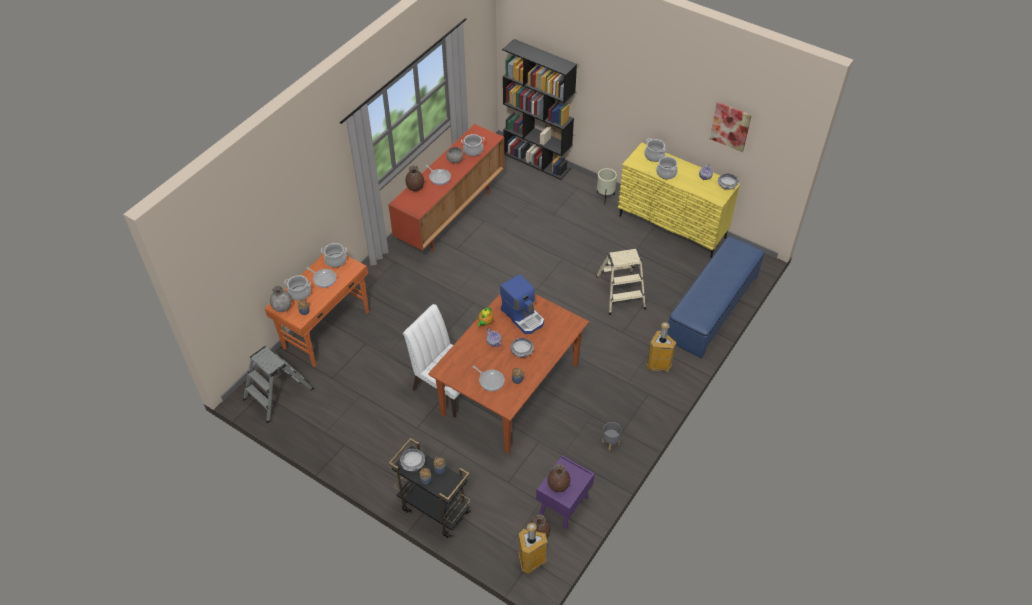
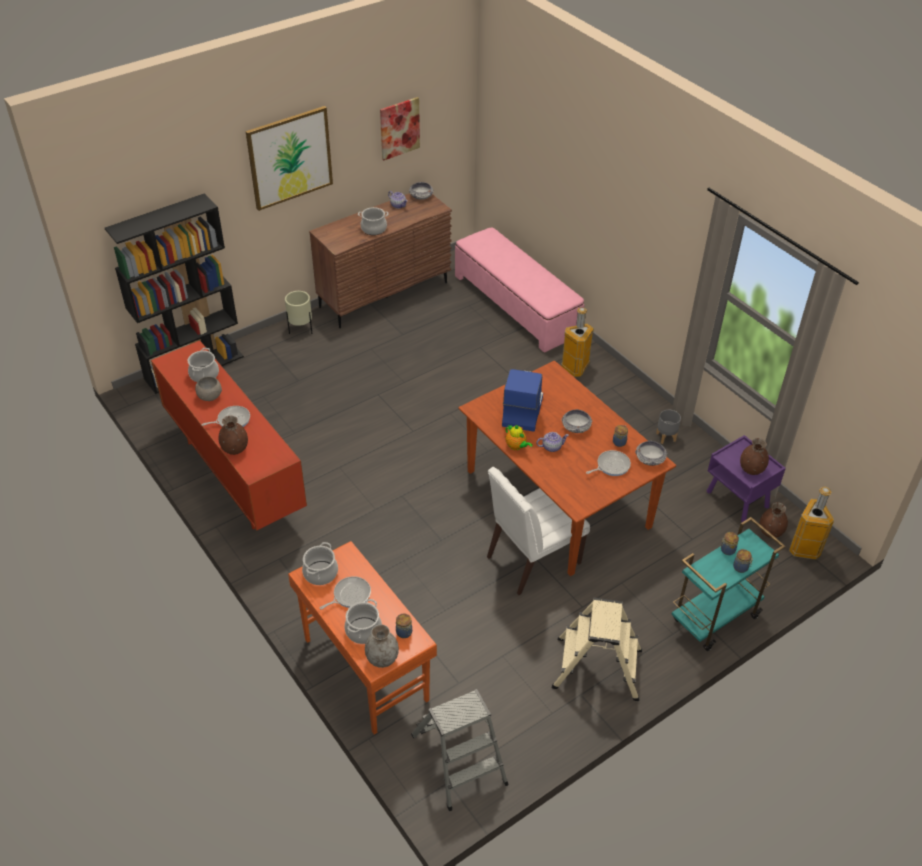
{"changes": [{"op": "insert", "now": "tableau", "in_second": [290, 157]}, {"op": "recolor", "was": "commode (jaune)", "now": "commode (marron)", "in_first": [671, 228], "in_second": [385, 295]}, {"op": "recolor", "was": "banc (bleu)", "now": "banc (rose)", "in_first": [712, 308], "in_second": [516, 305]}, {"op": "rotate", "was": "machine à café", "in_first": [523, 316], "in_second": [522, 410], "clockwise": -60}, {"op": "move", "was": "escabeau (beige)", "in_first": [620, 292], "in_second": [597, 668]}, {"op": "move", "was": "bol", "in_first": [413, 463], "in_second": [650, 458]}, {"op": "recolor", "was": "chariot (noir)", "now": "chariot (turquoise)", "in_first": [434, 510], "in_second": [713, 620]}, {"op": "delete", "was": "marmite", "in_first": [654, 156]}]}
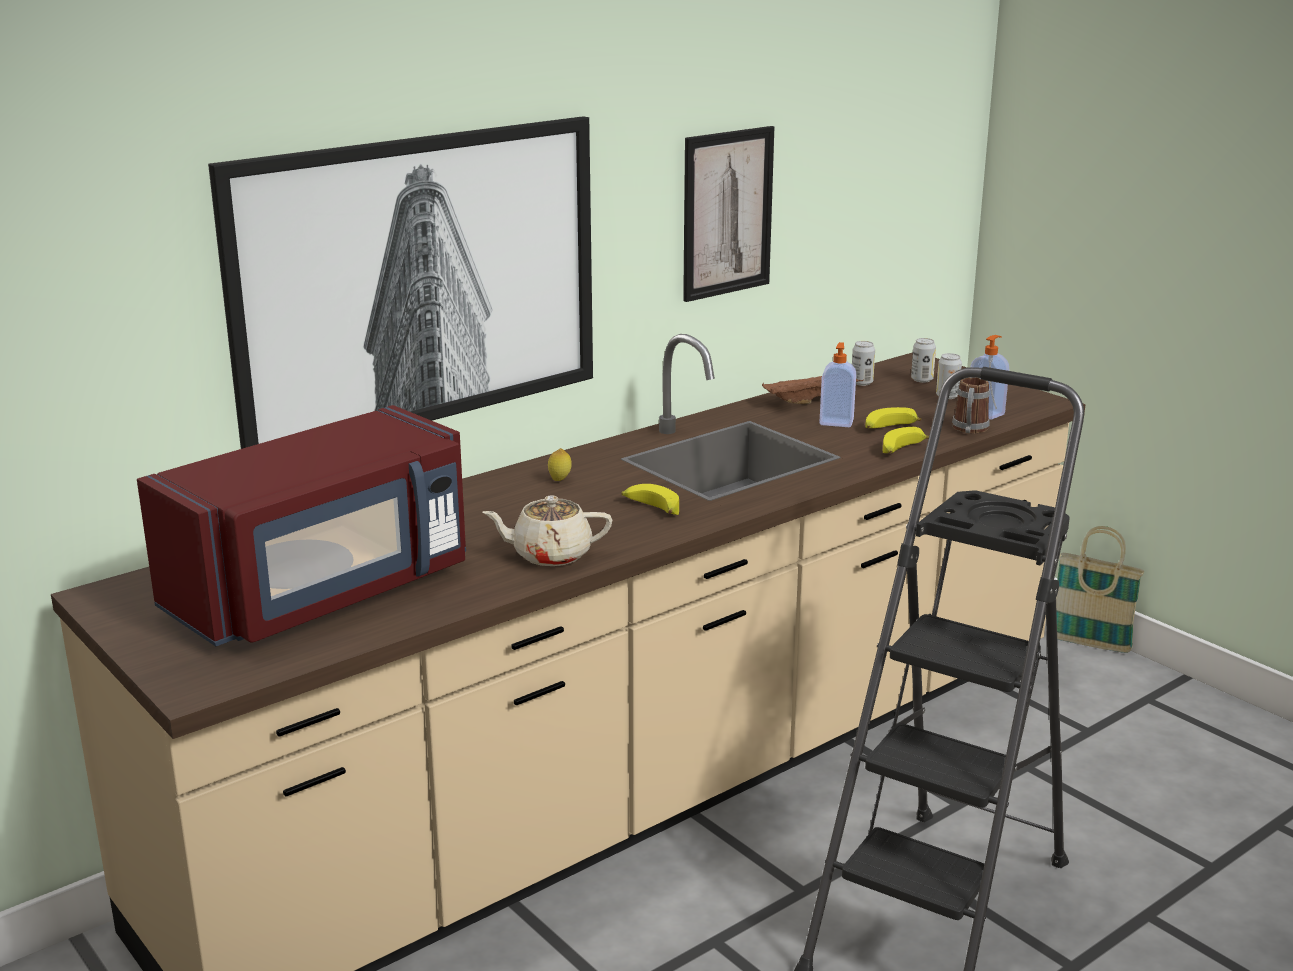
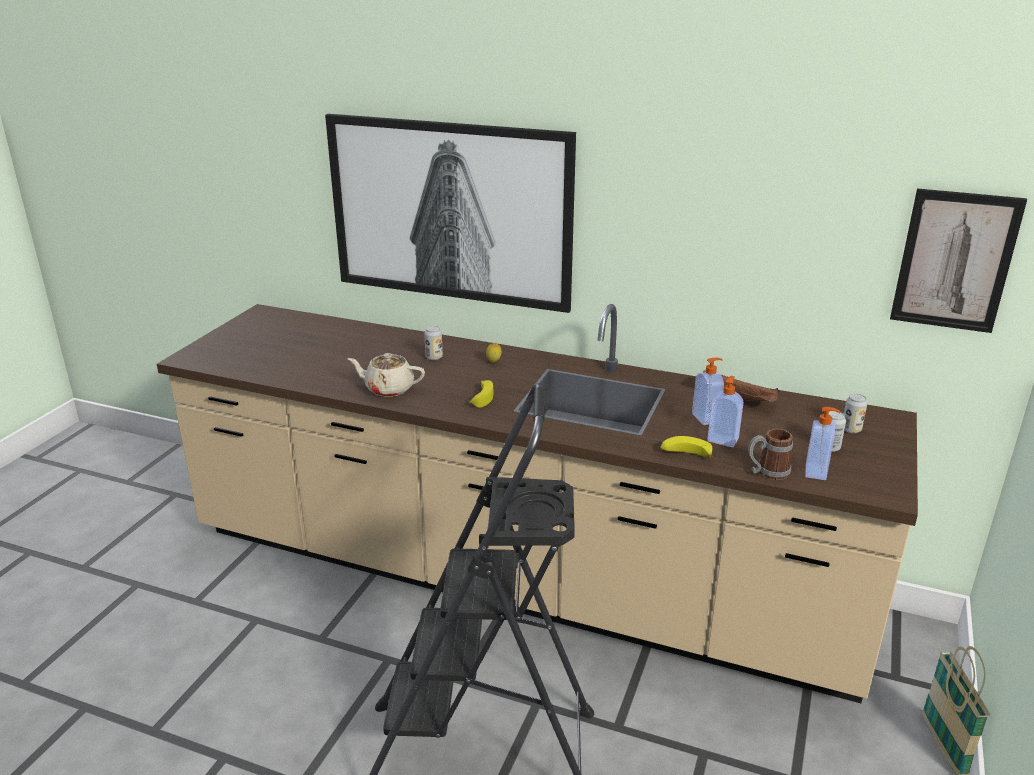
{"changes": [{"op": "rotate", "was": "théière (beige)", "in_first": [550, 555], "in_second": [388, 389], "clockwise": -45}, {"op": "move", "was": "boîte métallique", "in_first": [861, 383], "in_second": [434, 357]}, {"op": "replace", "was": "banane", "now": "distributeur de savon", "in_first": [889, 428], "in_second": [723, 440]}, {"op": "move", "was": "tableau", "in_first": [727, 213], "in_second": [954, 261]}, {"op": "delete", "was": "micro-ondes (rouge)", "in_first": [325, 592]}]}
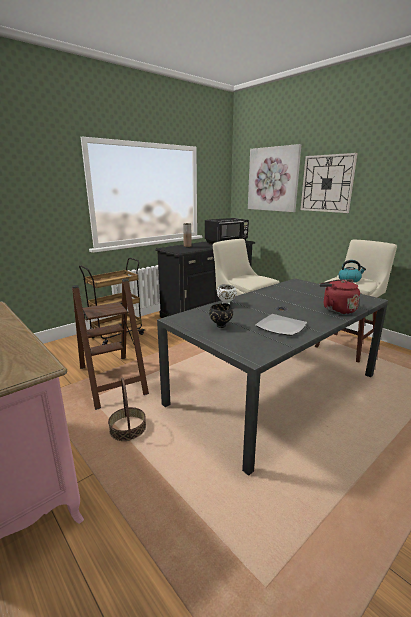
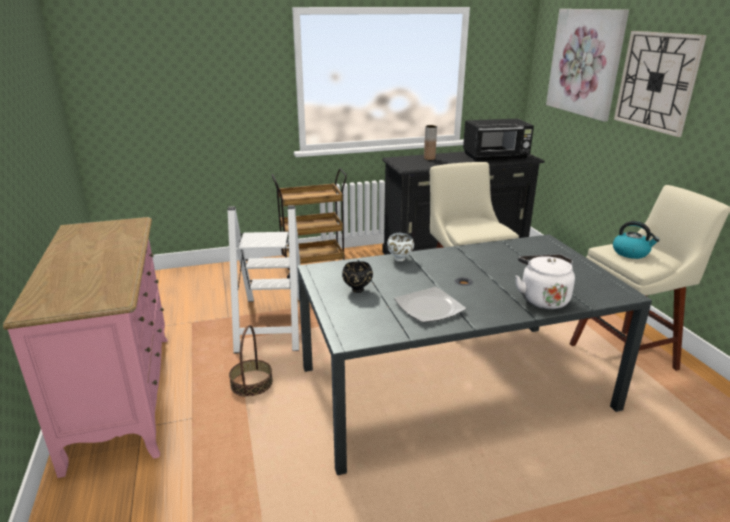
{"changes": [{"op": "recolor", "was": "escabeau (marron)", "now": "escabeau (blanc)", "in_first": [112, 381], "in_second": [271, 324]}, {"op": "recolor", "was": "bouilloire (rouge)", "now": "bouilloire (blanc)", "in_first": [336, 309], "in_second": [542, 299]}]}
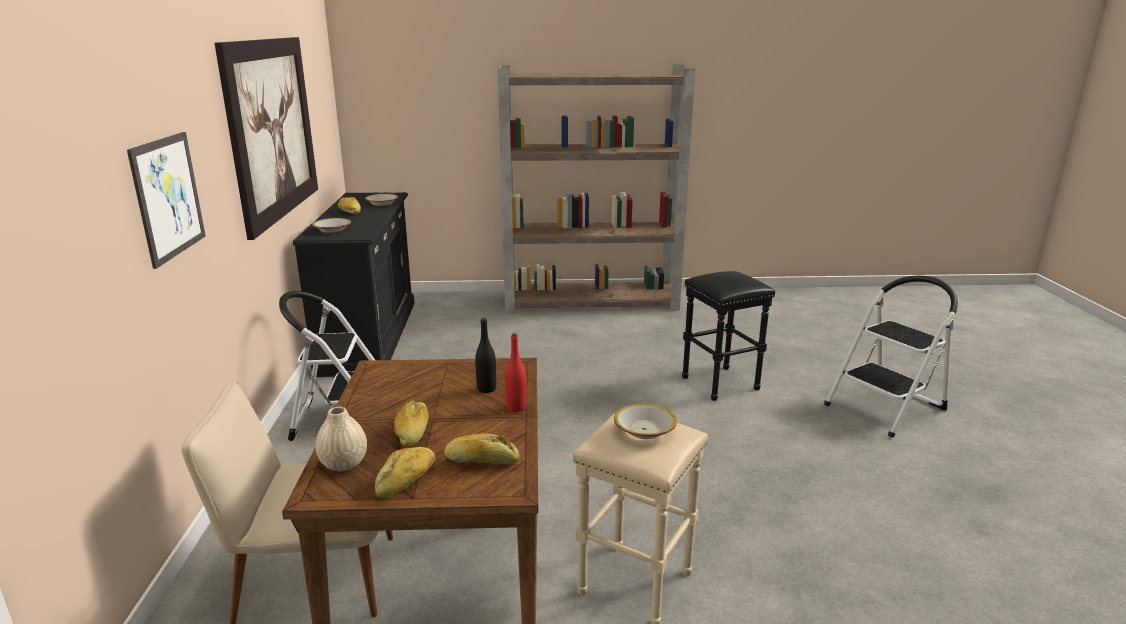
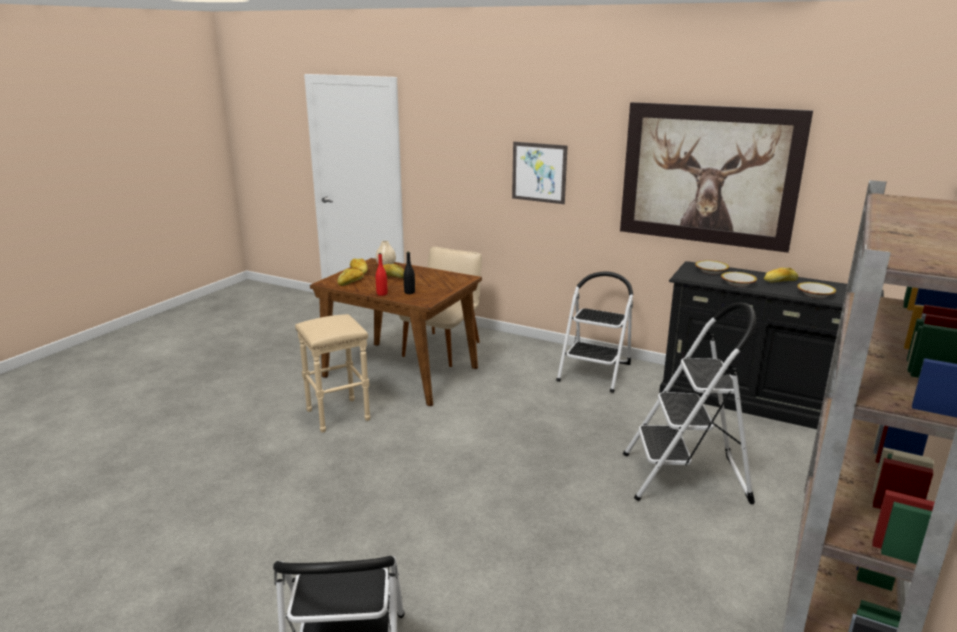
{"changes": [{"op": "insert", "now": "escabeau", "in_second": [689, 479]}, {"op": "move", "was": "bol", "in_first": [644, 430], "in_second": [738, 283]}, {"op": "delete", "was": "tabouret (noir)", "in_first": [720, 382]}]}
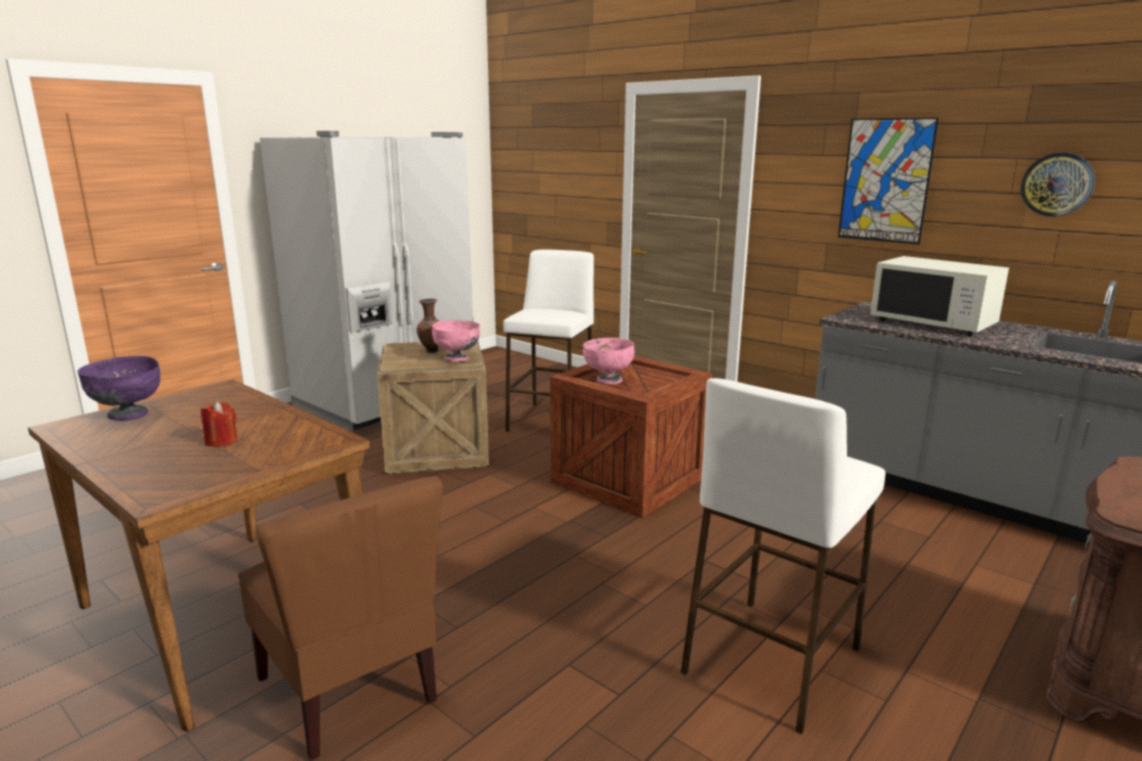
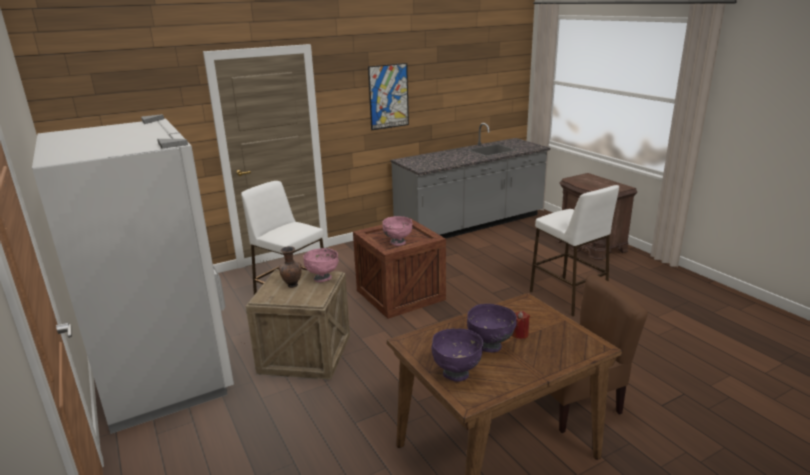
{"changes": [{"op": "insert", "now": "bol (violet)", "in_second": [490, 346]}, {"op": "delete", "was": "micro-ondes (blanc)", "in_first": [933, 323]}, {"op": "delete", "was": "horloge murale", "in_first": [1057, 184]}]}
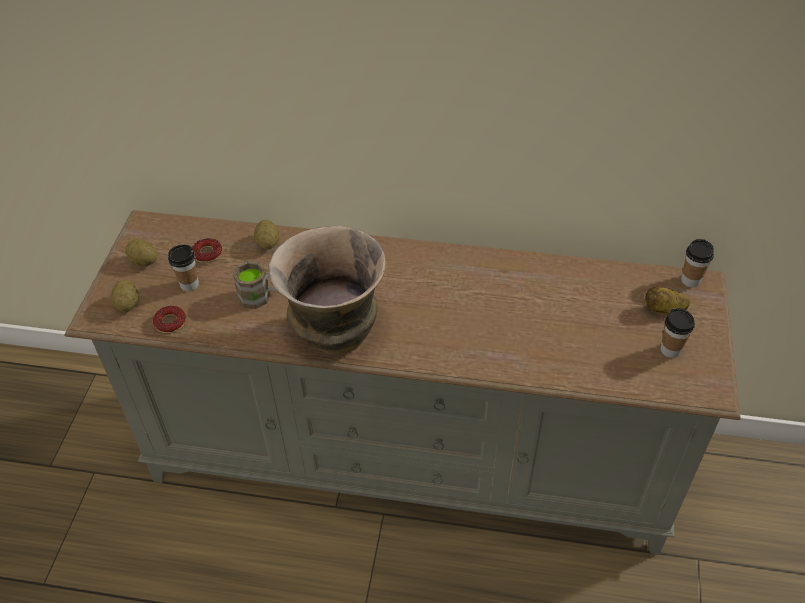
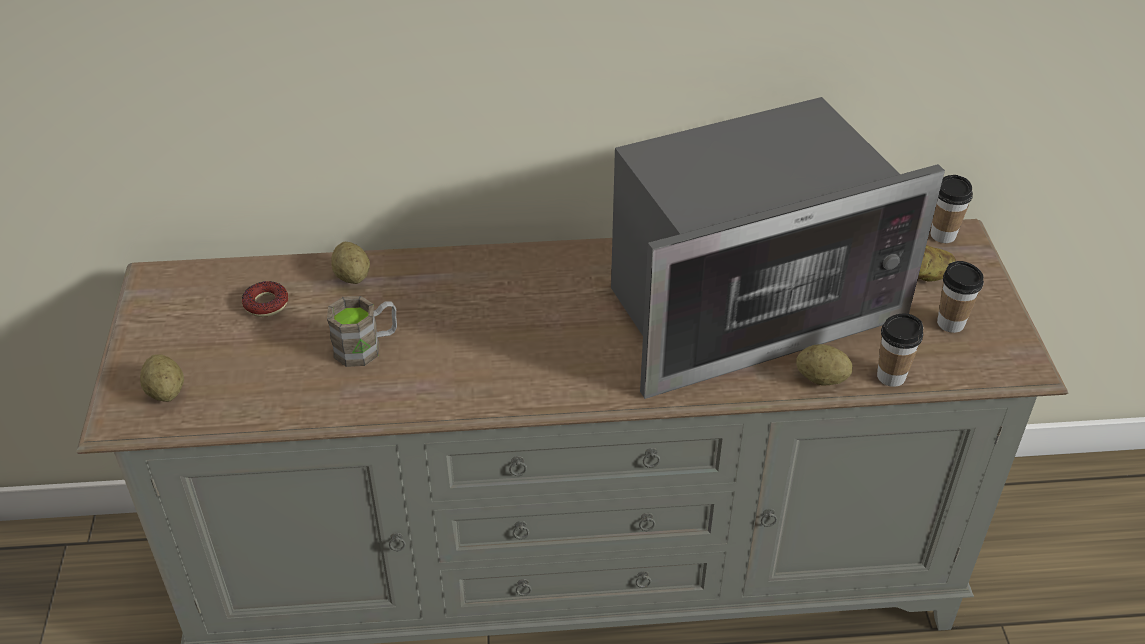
{"changes": [{"op": "insert", "now": "micro-ondes", "in_second": [744, 308]}, {"op": "move", "was": "pomme de terre", "in_first": [144, 261], "in_second": [821, 378]}, {"op": "move", "was": "tasse", "in_first": [189, 284], "in_second": [891, 376]}, {"op": "delete", "was": "beignet", "in_first": [170, 323]}, {"op": "delete", "was": "vase", "in_first": [334, 336]}]}
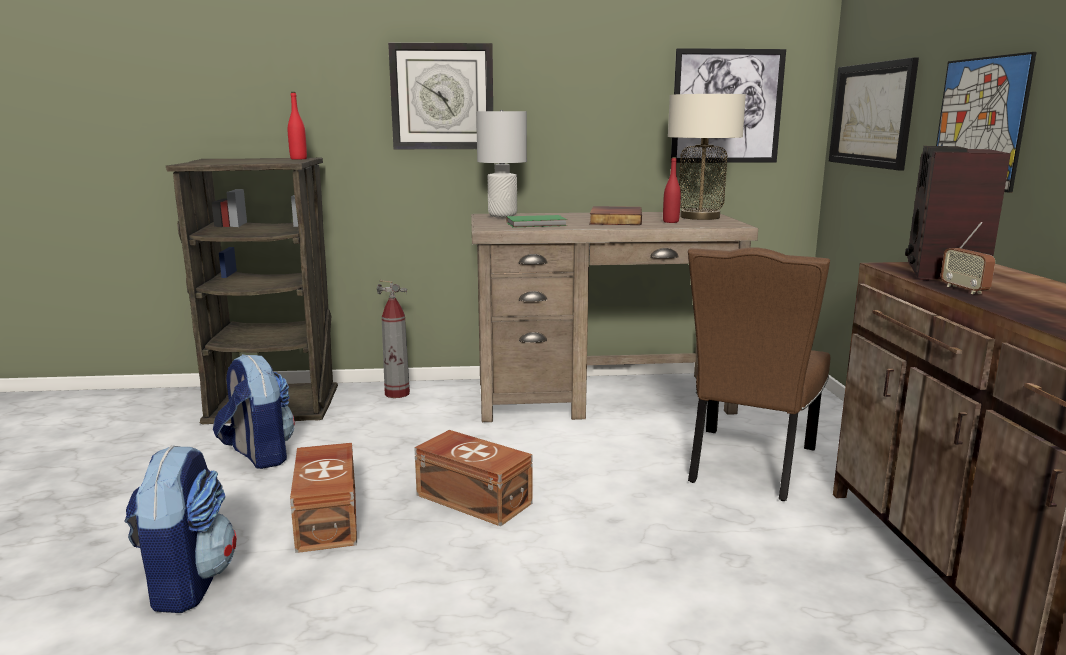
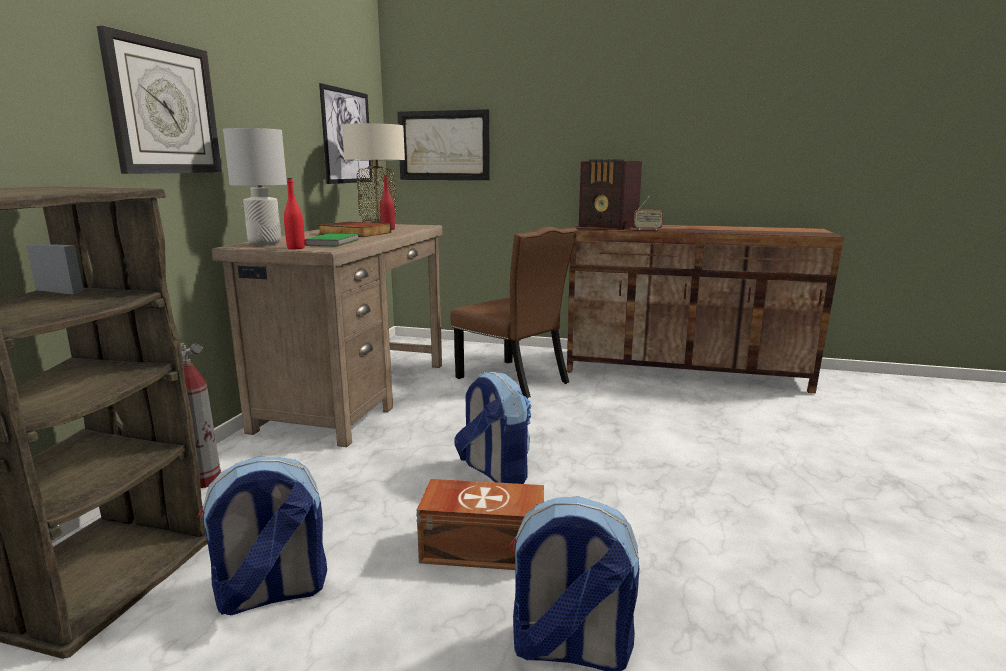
{"changes": [{"op": "move", "was": "bouteille (rouge)", "in_first": [298, 159], "in_second": [296, 248]}, {"op": "replace", "was": "boîte de rangement (marron)", "now": "sac à dos", "in_first": [473, 498], "in_second": [494, 472]}, {"op": "delete", "was": "tableau", "in_first": [979, 123]}]}
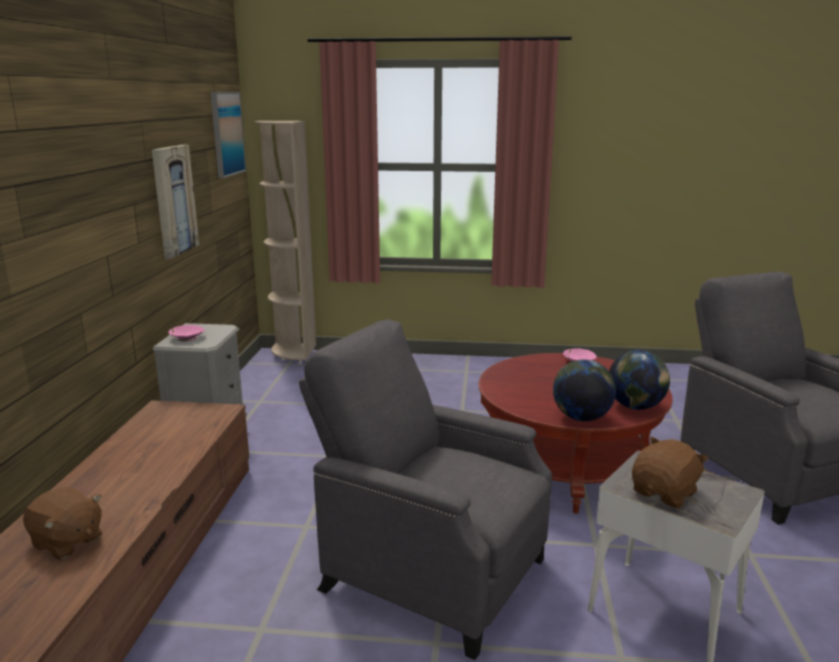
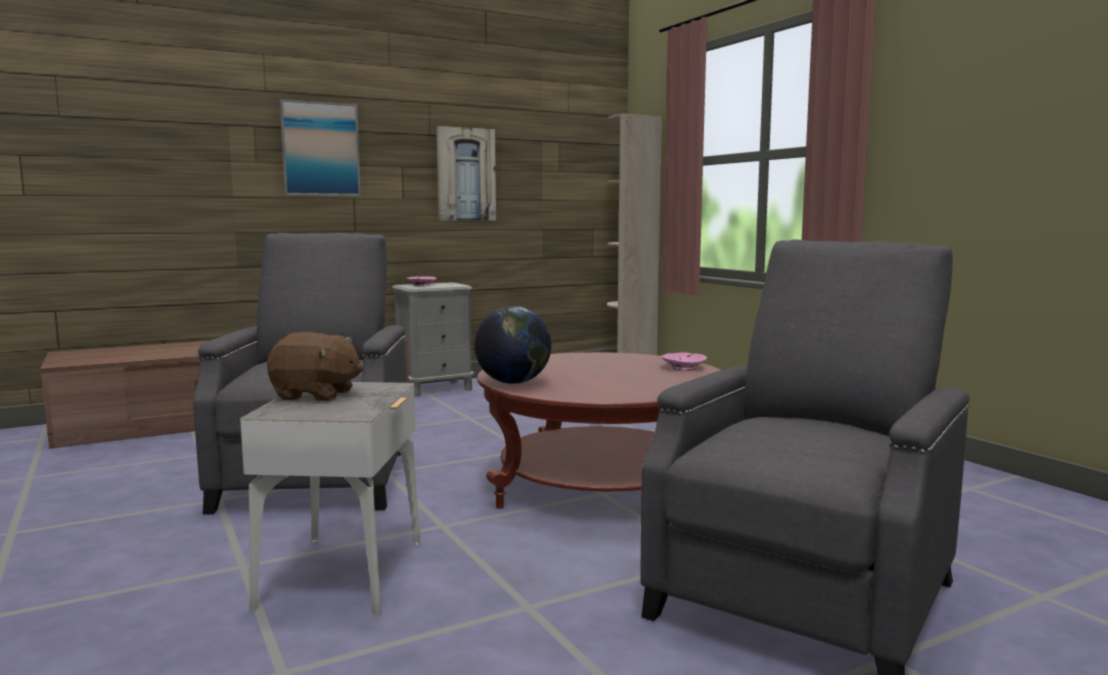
{"changes": [{"op": "move", "was": "tableau", "in_first": [226, 133], "in_second": [320, 149]}, {"op": "delete", "was": "peluche (marron)", "in_first": [67, 542]}, {"op": "delete", "was": "globe", "in_first": [635, 407]}]}
